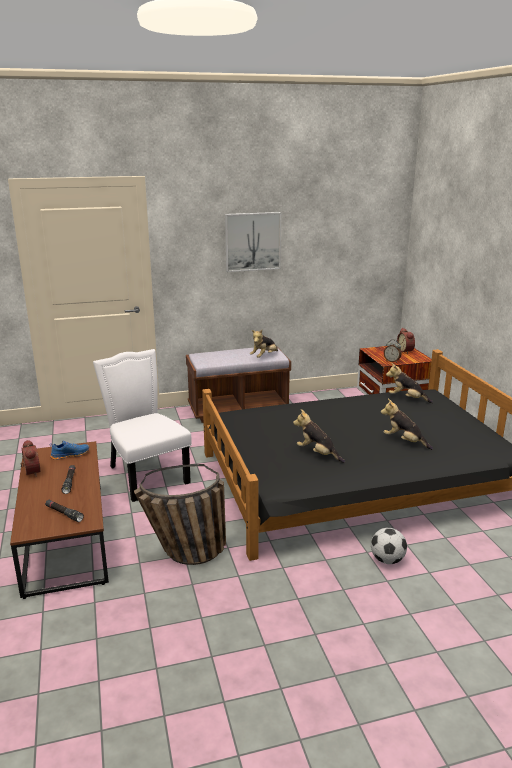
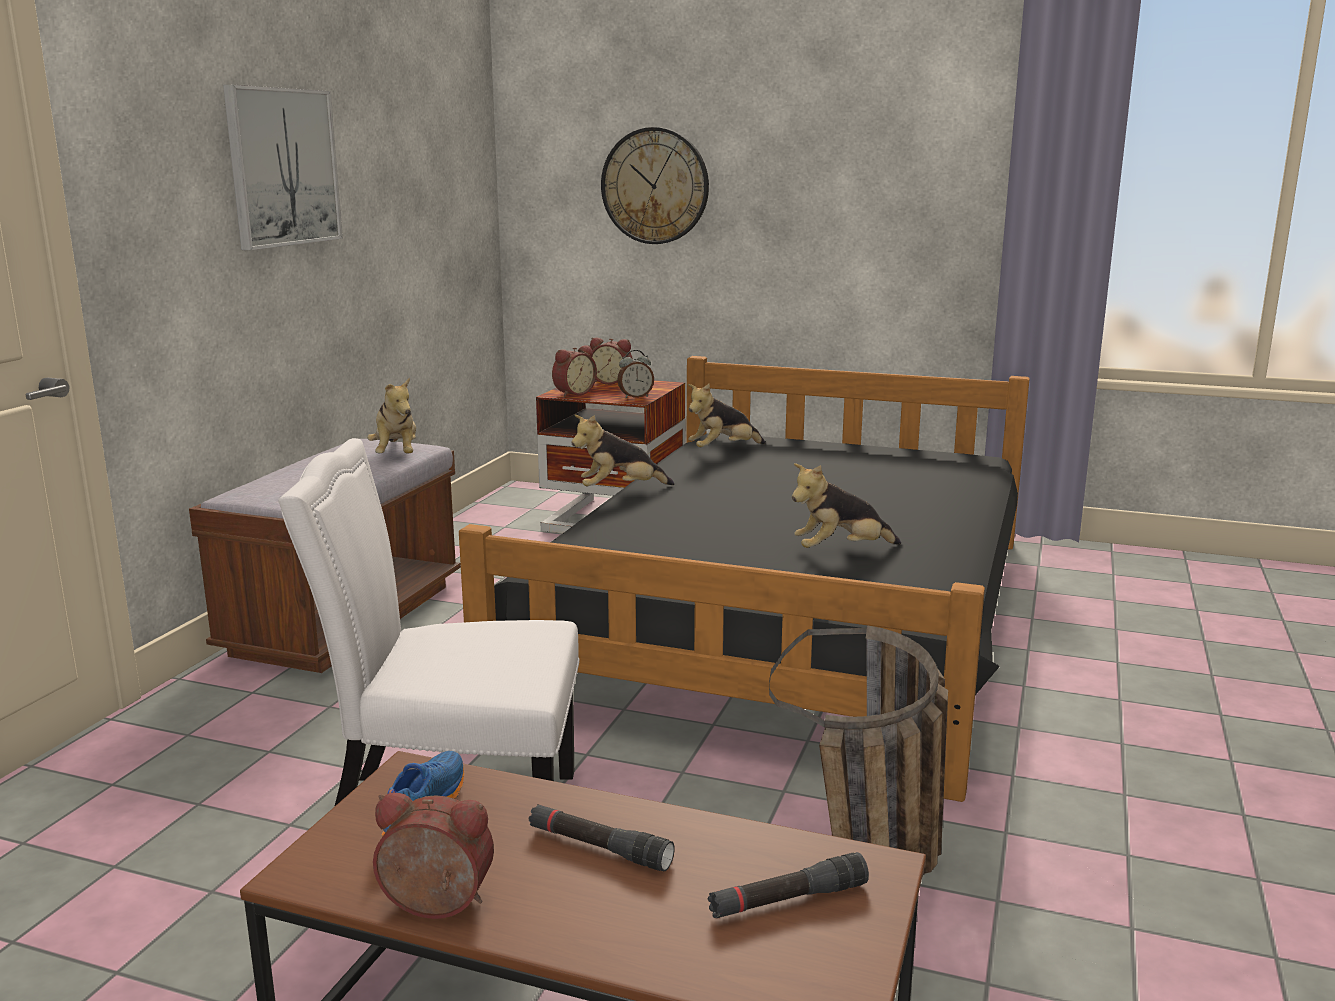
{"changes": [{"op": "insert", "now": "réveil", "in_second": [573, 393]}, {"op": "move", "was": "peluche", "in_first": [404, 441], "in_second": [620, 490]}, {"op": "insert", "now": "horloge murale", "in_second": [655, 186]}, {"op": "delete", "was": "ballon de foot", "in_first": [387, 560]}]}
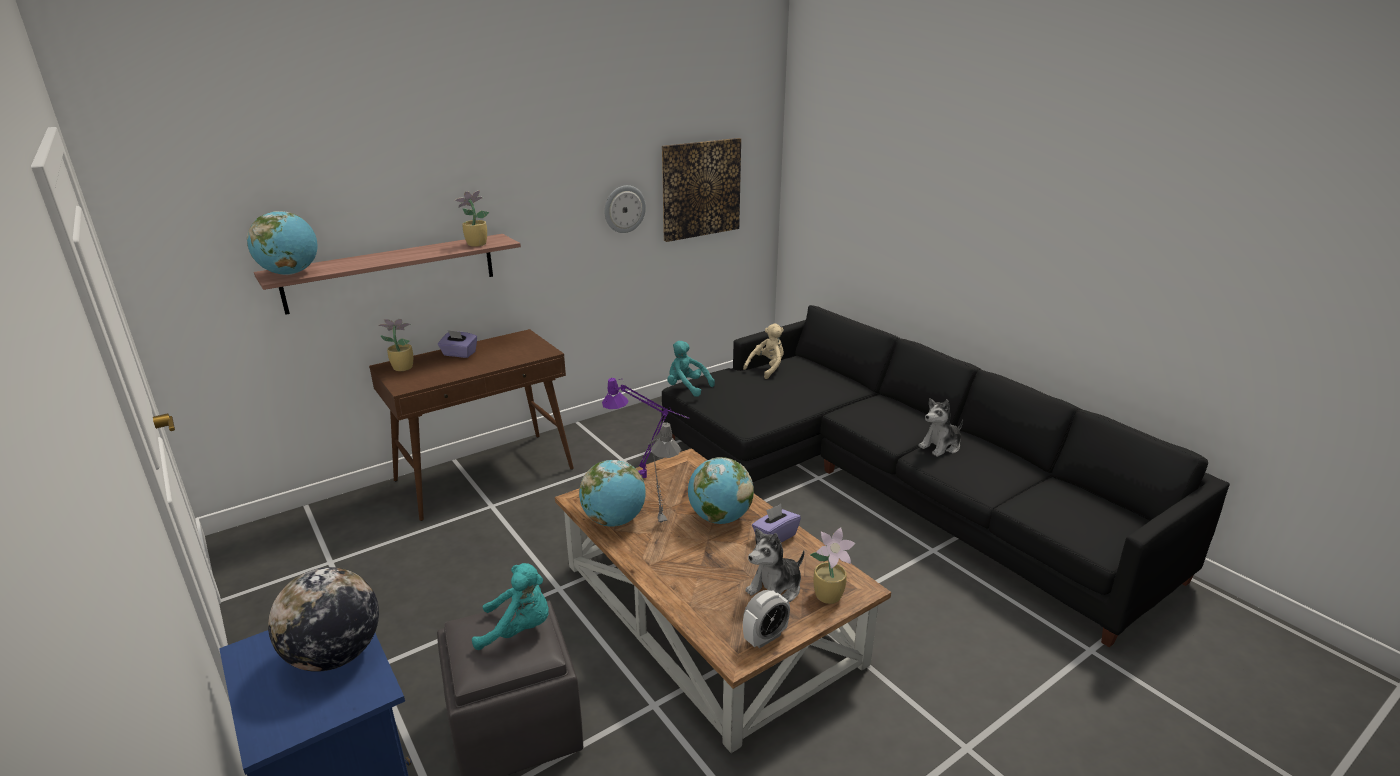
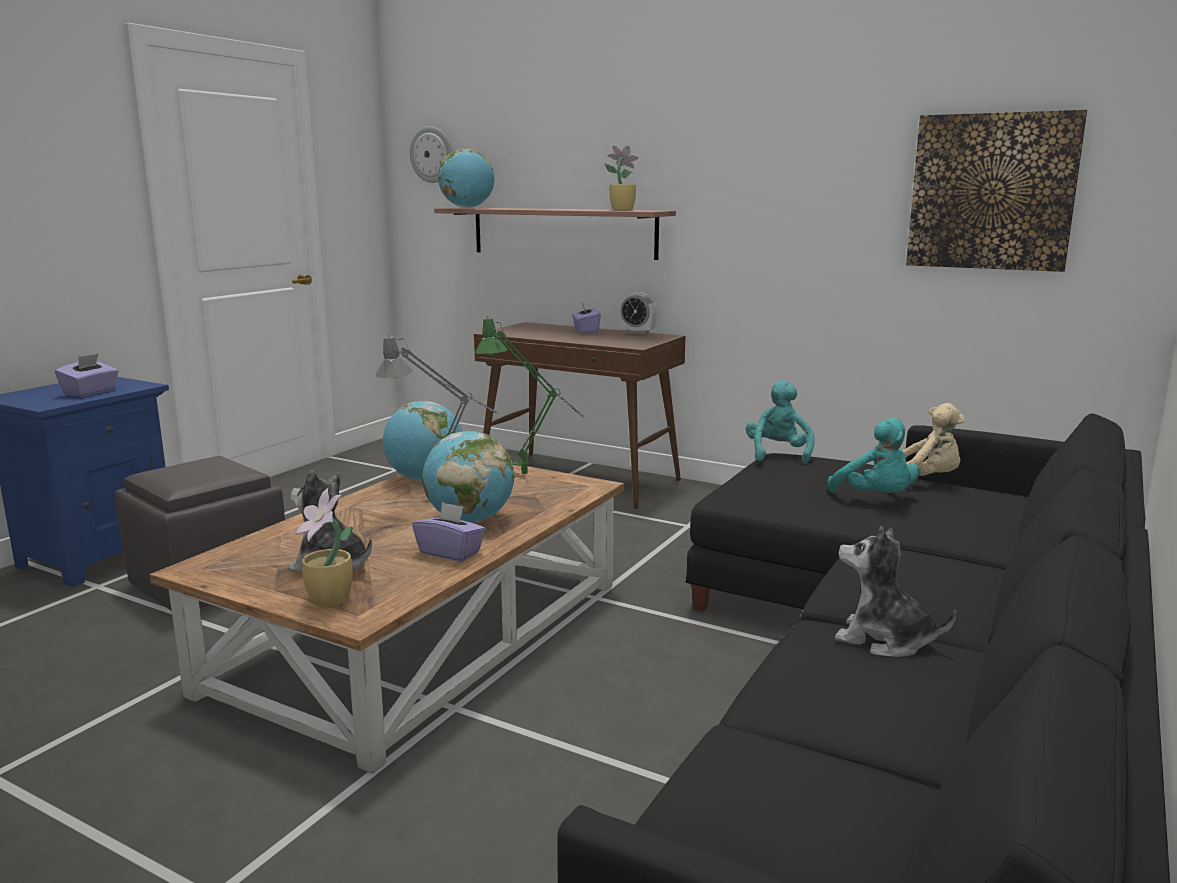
{"changes": [{"op": "replace", "was": "globe", "now": "boîte à mouchoirs (violet)", "in_first": [335, 655], "in_second": [90, 392]}, {"op": "move", "was": "horloge murale", "in_first": [624, 209], "in_second": [432, 154]}, {"op": "recolor", "was": "lampe de table (violet)", "now": "lampe de table (vert)", "in_first": [650, 476], "in_second": [531, 477]}, {"op": "move", "was": "réveil", "in_first": [765, 637], "in_second": [637, 332]}, {"op": "move", "was": "peluche (turquoise)", "in_first": [519, 630], "in_second": [876, 498]}, {"op": "delete", "was": "plante en pot", "in_first": [402, 368]}]}
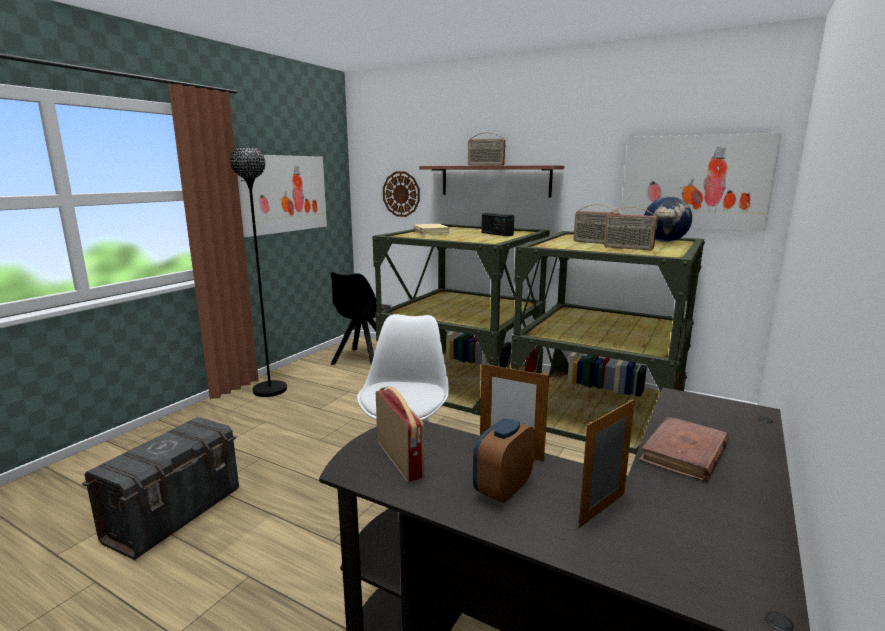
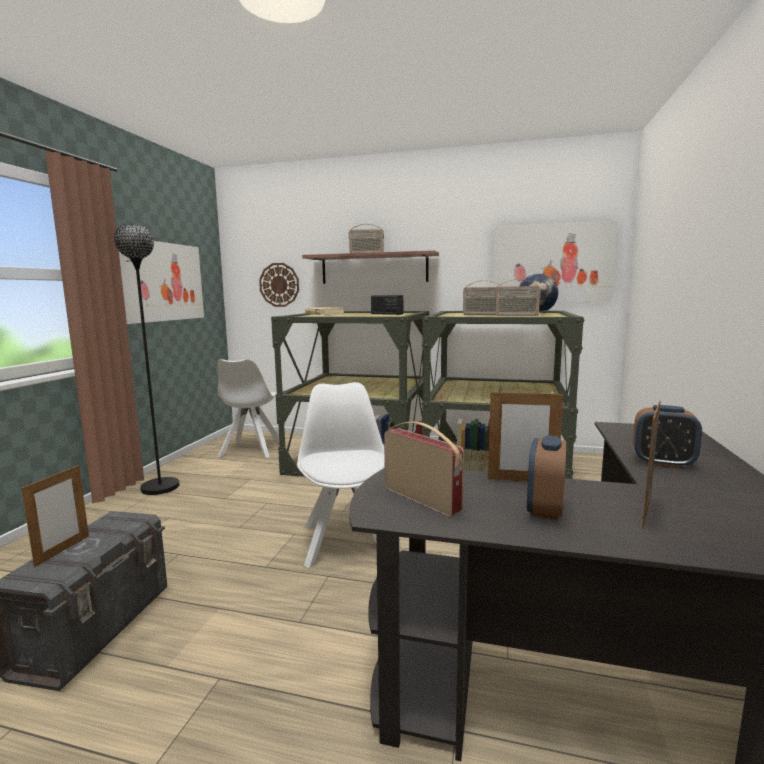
{"changes": [{"op": "insert", "now": "cadre photo", "in_second": [63, 550]}, {"op": "recolor", "was": "chaise (noir)", "now": "chaise (blanc)", "in_first": [362, 359], "in_second": [250, 450]}, {"op": "replace", "was": "livre (marron)", "now": "réveil", "in_first": [684, 453], "in_second": [663, 462]}]}
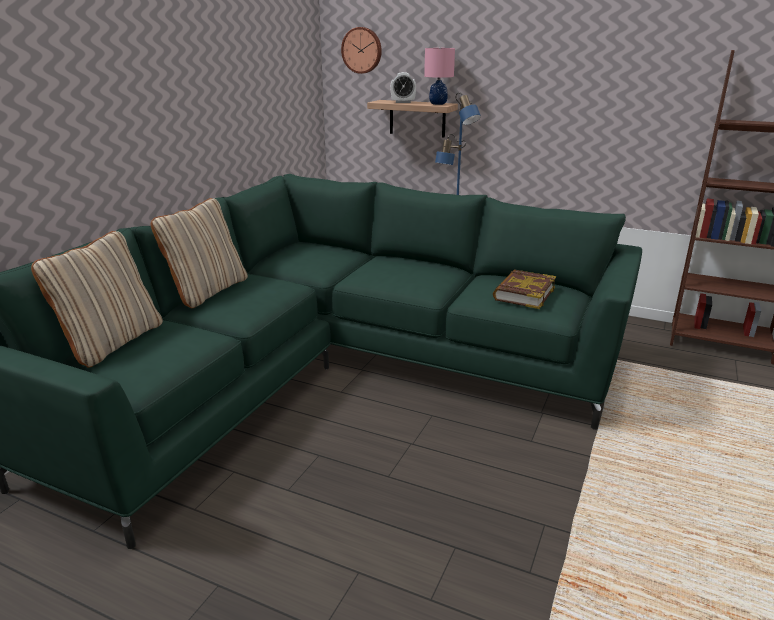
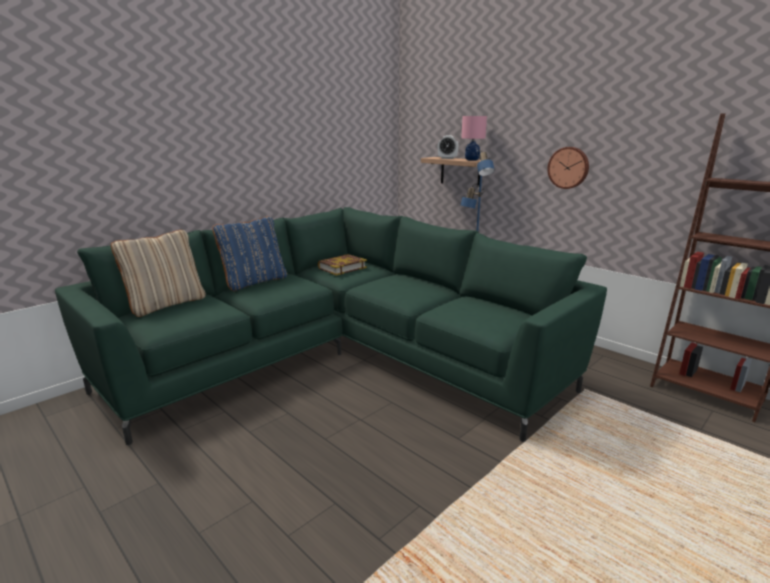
{"changes": [{"op": "recolor", "was": "coussin (beige)", "now": "coussin (bleu)", "in_first": [207, 291], "in_second": [254, 282]}, {"op": "move", "was": "livre", "in_first": [523, 294], "in_second": [342, 268]}, {"op": "move", "was": "horloge murale", "in_first": [362, 50], "in_second": [568, 167]}]}
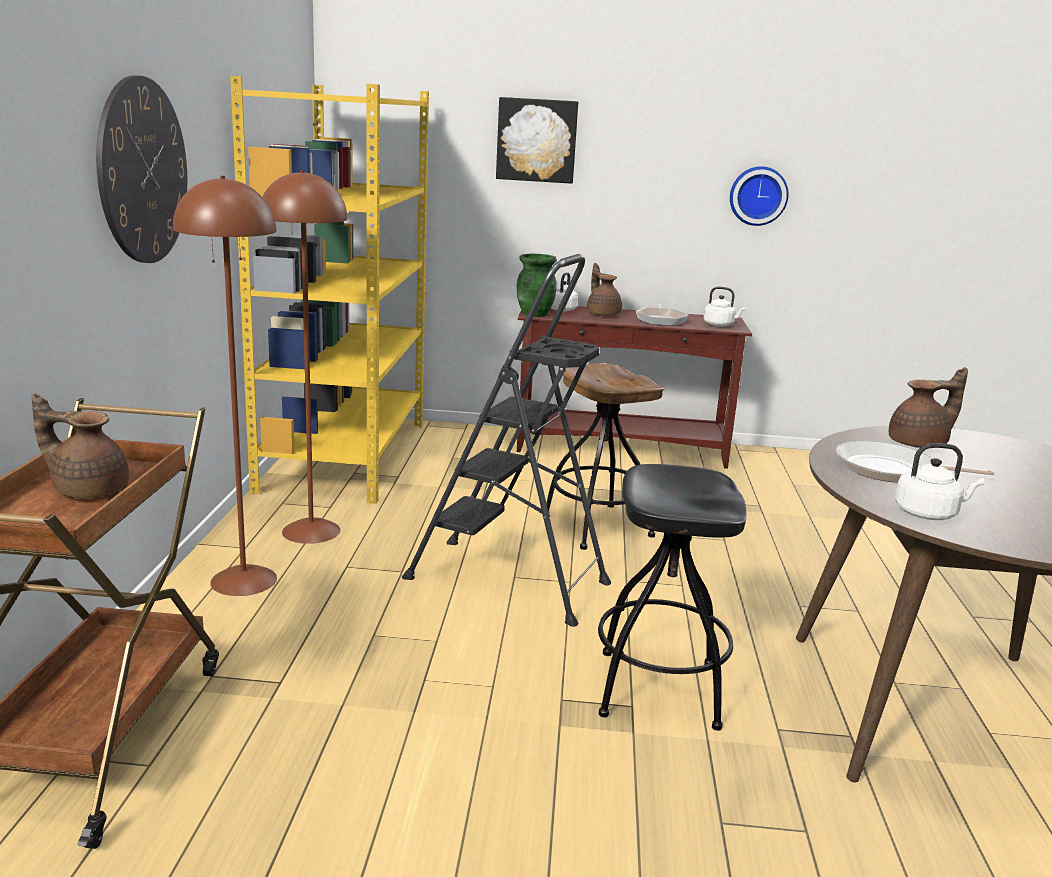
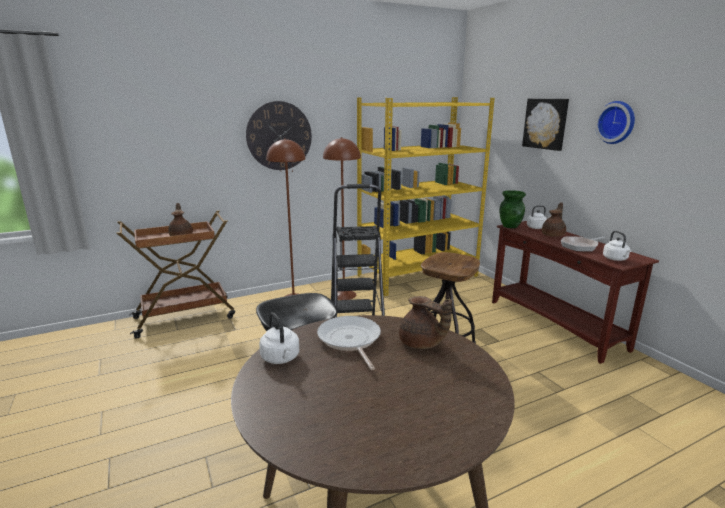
{"changes": [{"op": "move", "was": "horloge murale", "in_first": [758, 195], "in_second": [616, 122]}]}
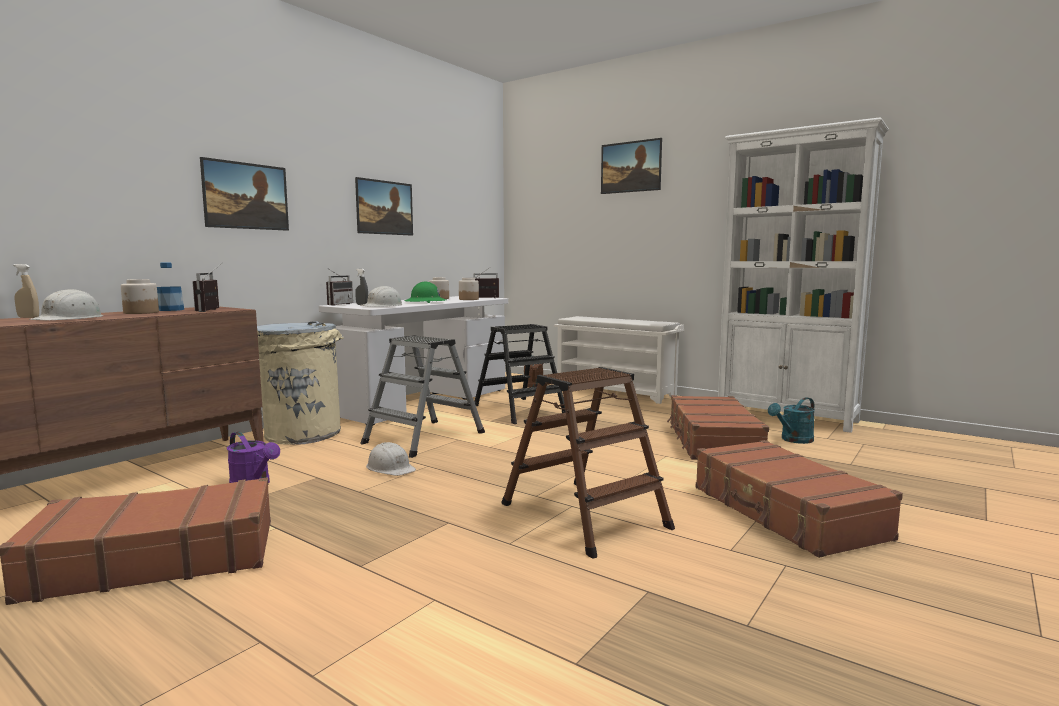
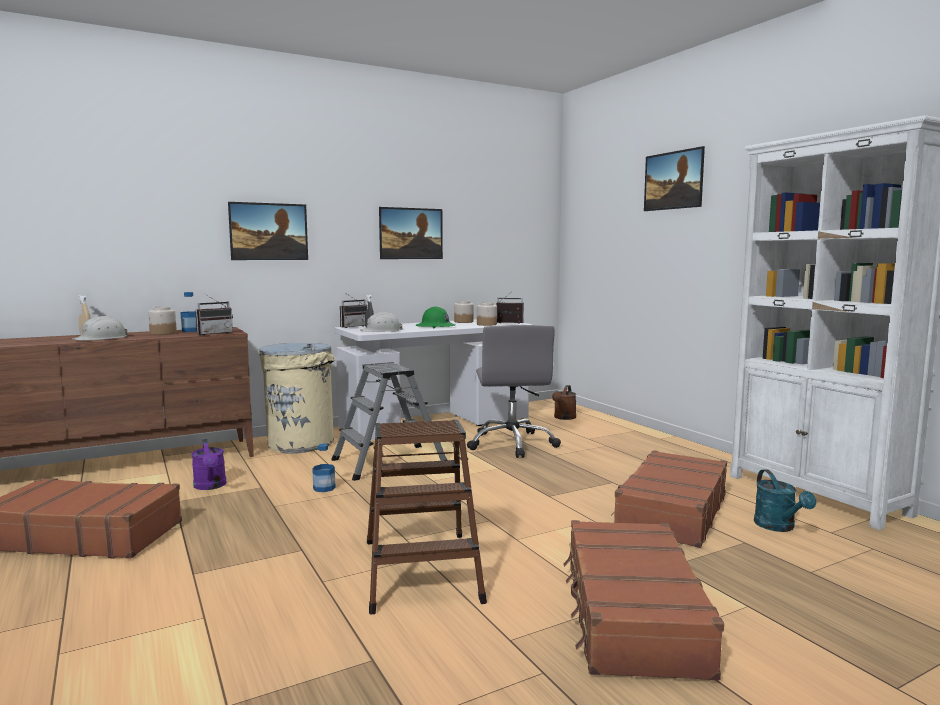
{"changes": [{"op": "rotate", "was": "radio", "in_first": [212, 310], "in_second": [214, 333], "clockwise": -150}, {"op": "replace", "was": "casque de chantier (blanc)", "now": "bouteille", "in_first": [390, 468], "in_second": [324, 488]}, {"op": "replace", "was": "escabeau (noir)", "now": "chaise de bureau (gris)", "in_first": [519, 410], "in_second": [512, 444]}, {"op": "rotate", "was": "arrosoir (turquoise)", "in_first": [793, 440], "in_second": [778, 527], "clockwise": -90}, {"op": "delete", "was": "étagère à chaussures (blanc)", "in_first": [616, 392]}]}
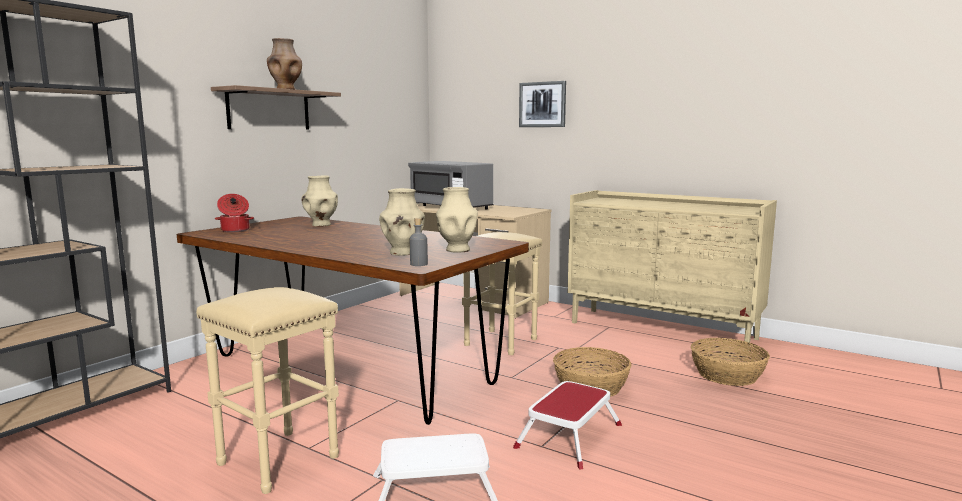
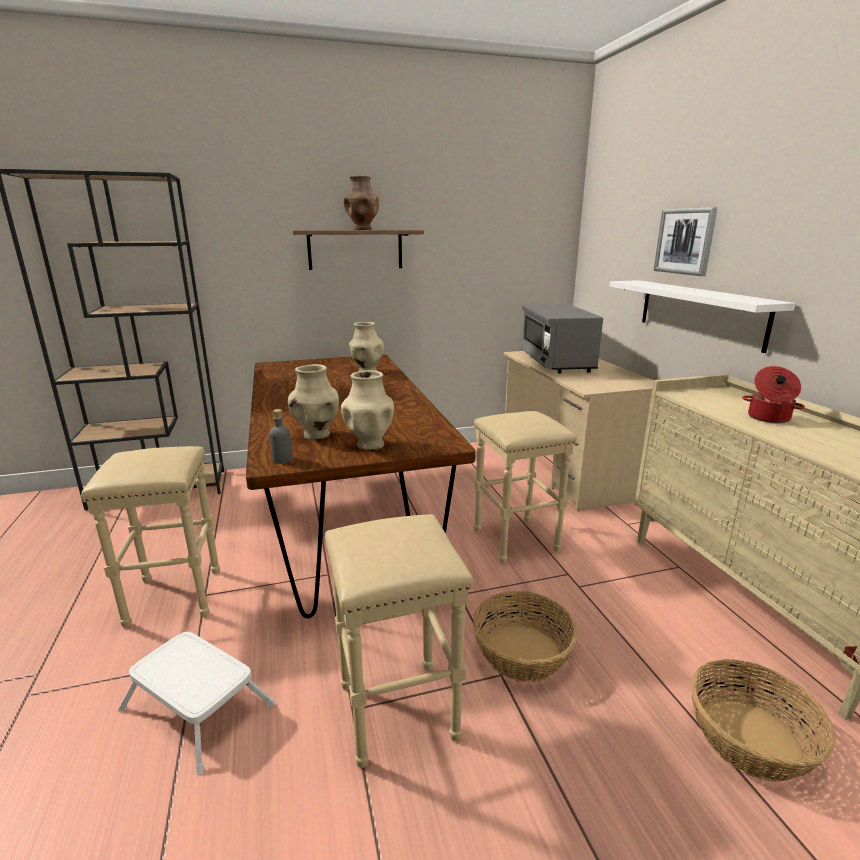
{"changes": [{"op": "replace", "was": "escabeau (rouge)", "now": "tabouret (beige)", "in_first": [568, 436], "in_second": [396, 713]}, {"op": "insert", "now": "étagère (blanc)", "in_second": [700, 312]}, {"op": "move", "was": "marmite", "in_first": [235, 230], "in_second": [768, 418]}]}
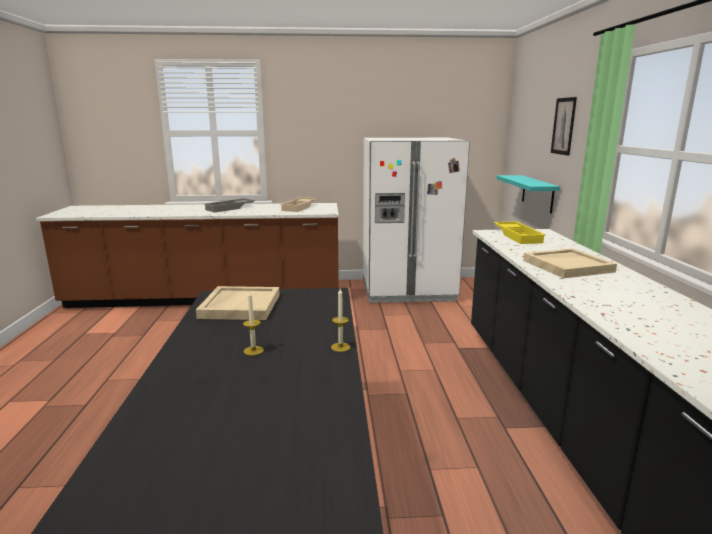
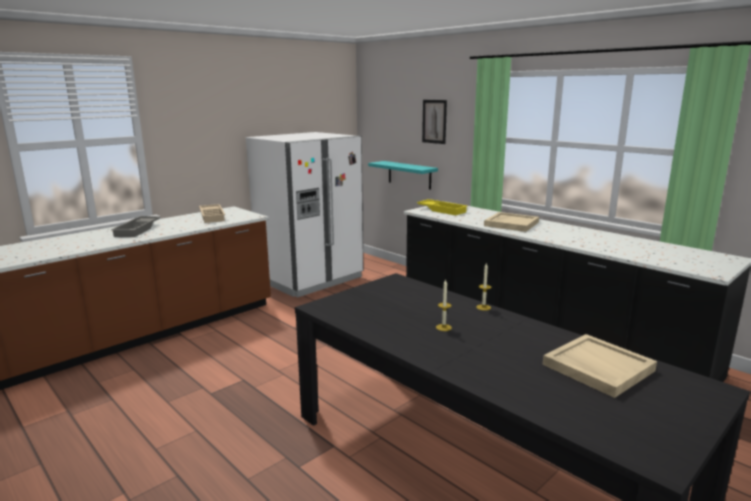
{"changes": [{"op": "move", "was": "plateau (beige)", "in_first": [240, 306], "in_second": [597, 367]}]}
